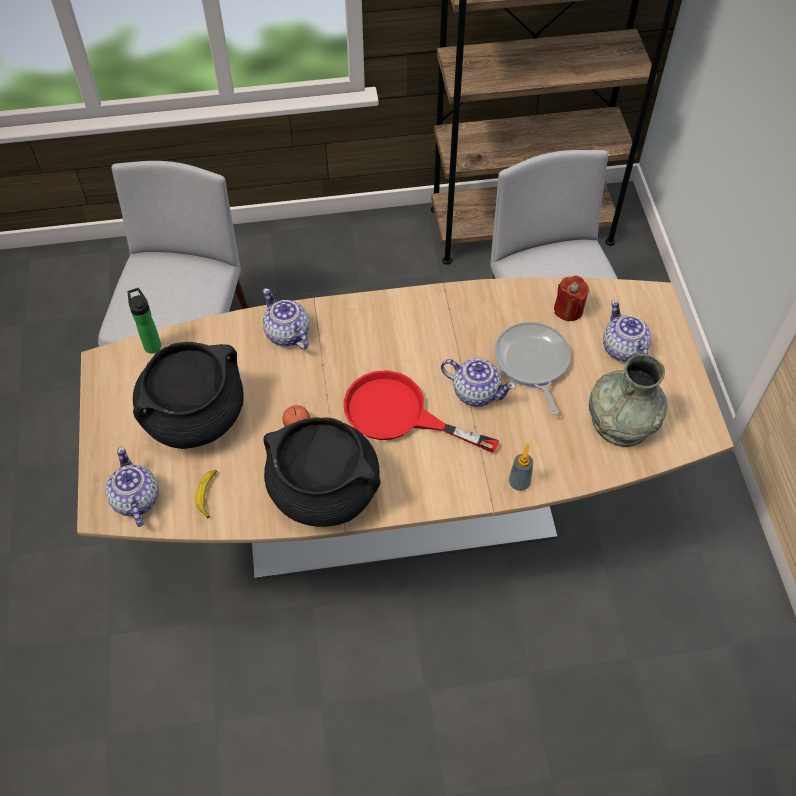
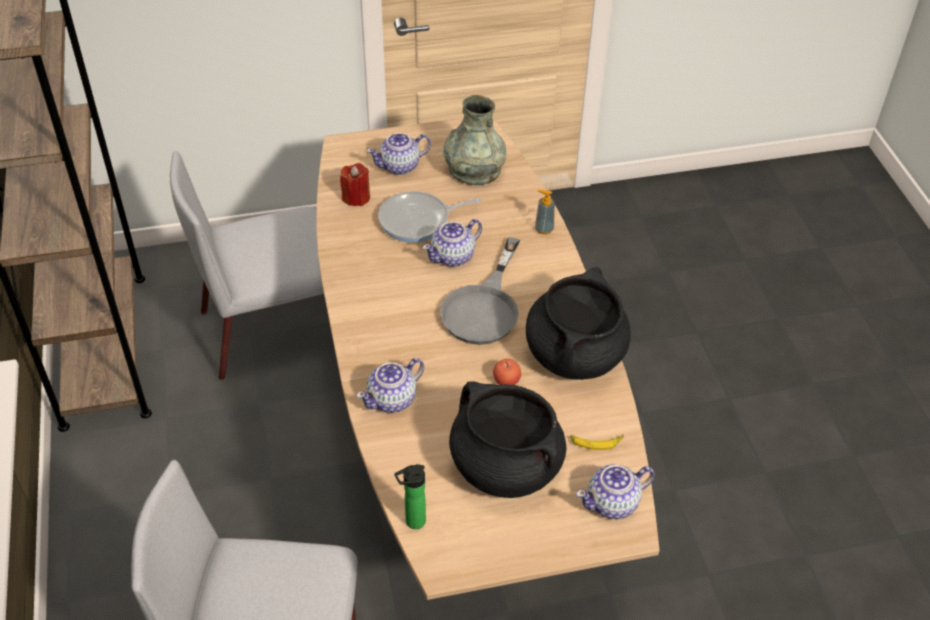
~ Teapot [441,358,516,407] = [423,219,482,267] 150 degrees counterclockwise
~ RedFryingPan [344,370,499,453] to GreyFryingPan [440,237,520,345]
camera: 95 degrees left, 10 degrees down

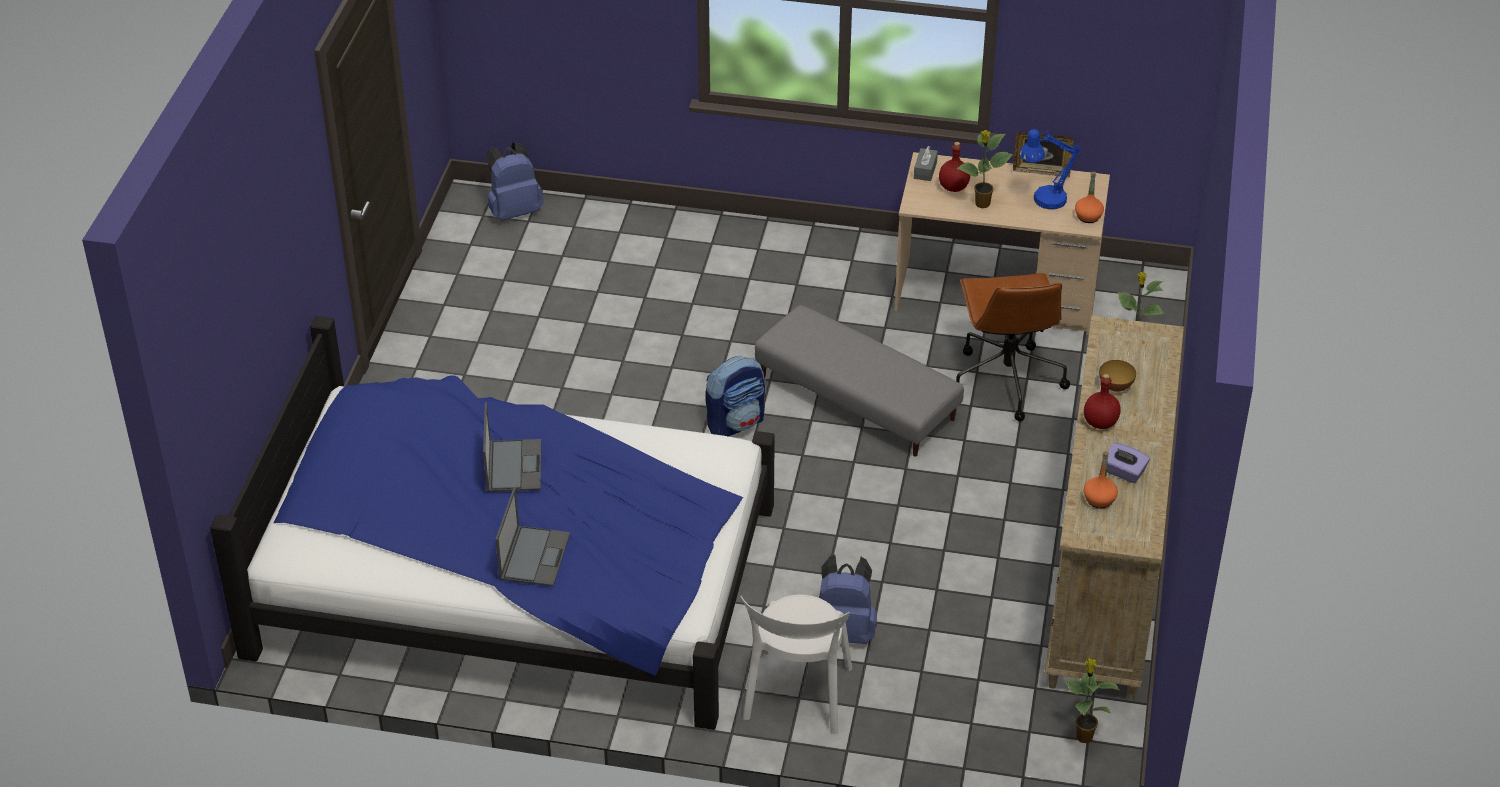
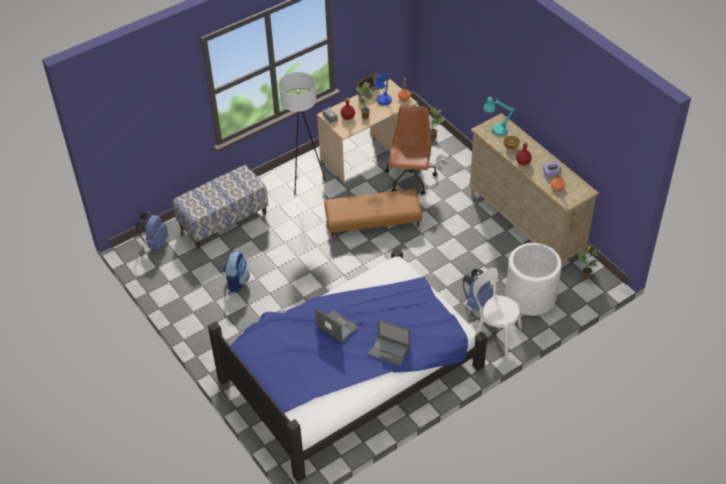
~ BrownOfficeChair [956,273,1070,421] = [385,105,437,195] 120 degrees counterclockwise
~ GreyOttoman [755,305,964,457] to BrownOttoman [324,189,422,238]
~ Backpack [705,356,765,437] to [223,251,250,293]
~ Laptop [495,487,570,586] = [368,319,410,365] 150 degrees clockwise
~ WhiteChair [740,595,852,735] = [474,268,522,358] 150 degrees clockwise
+ WhiteFloorLamp [279,72,326,194]
+ TurquoiseTableLamp [483,97,515,136]
+ Bench [173,165,269,249]
+ WhitePlanter [505,243,562,316]
camera: 45 degrees left, 5 degrees up

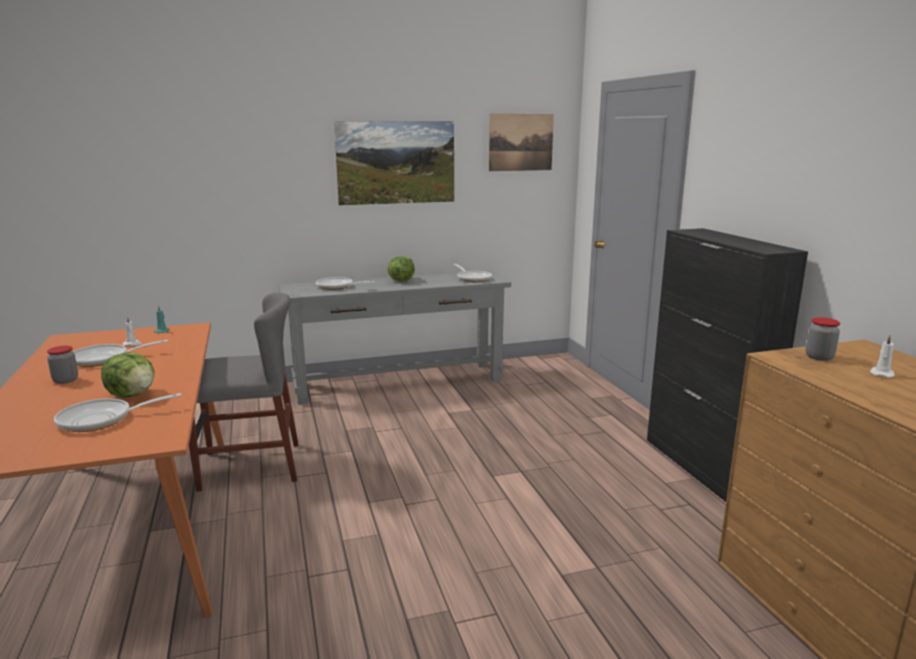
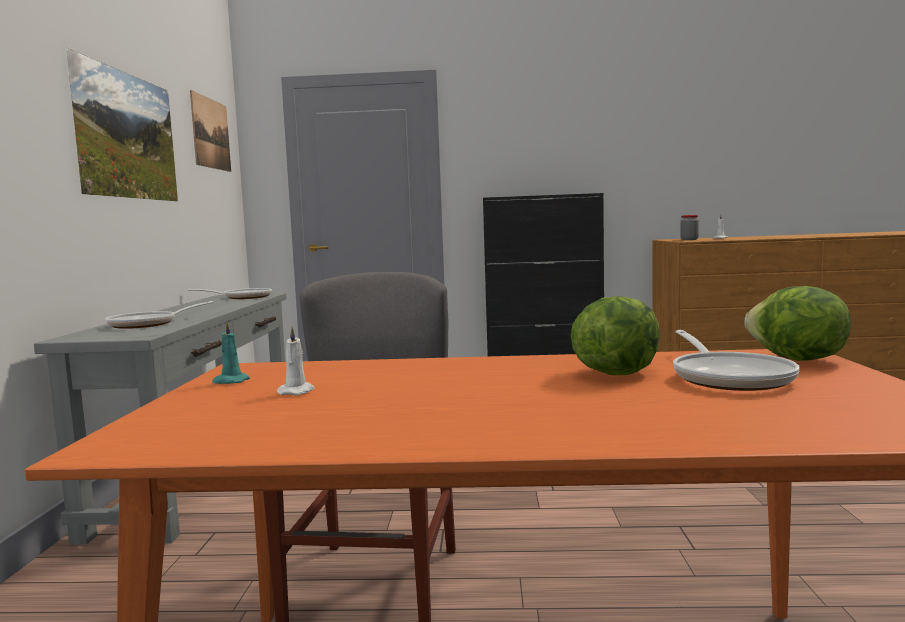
~ Lettuce [388,256,415,282] to [744,286,851,361]
- FryingPan [73,340,168,367]
- Jar [47,346,78,384]
camera: 70 degrees left, 10 degrees down

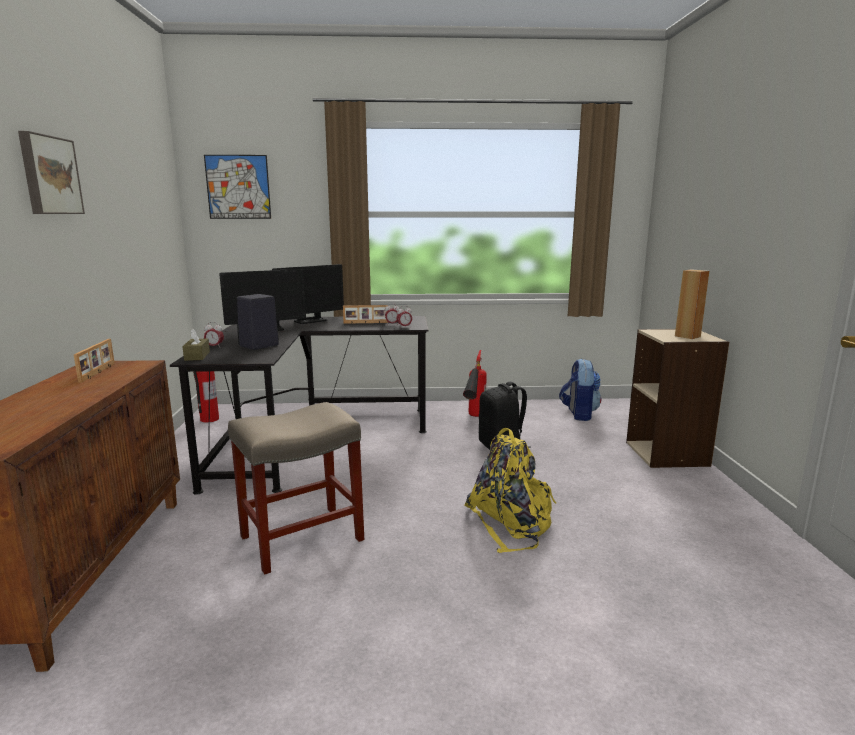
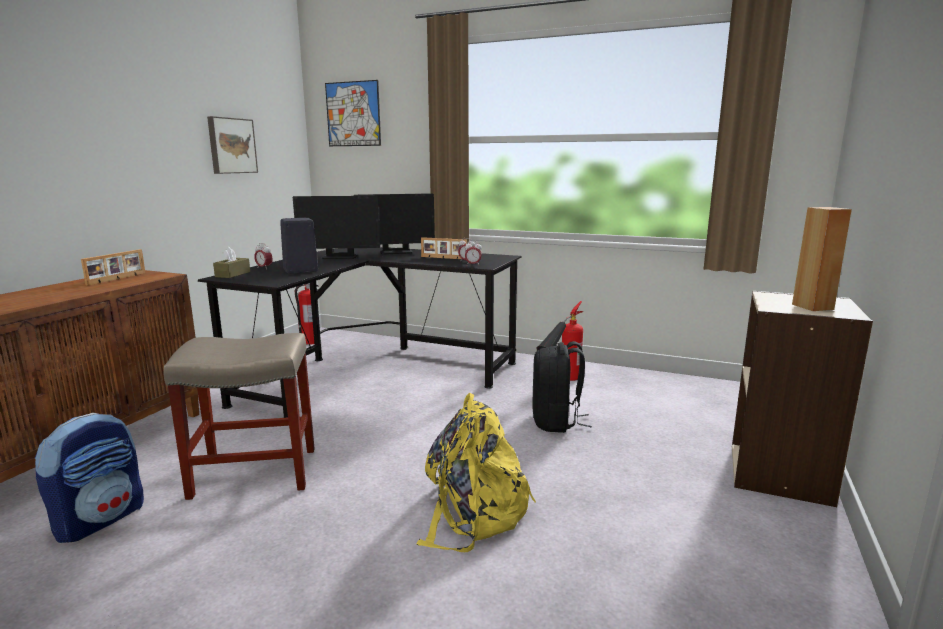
~ Picture [18,131,85,214] to [207,116,258,174]
~ Backpack [559,358,601,421] to [35,413,144,543]
camera: 25 degrees right, 0 degrees up

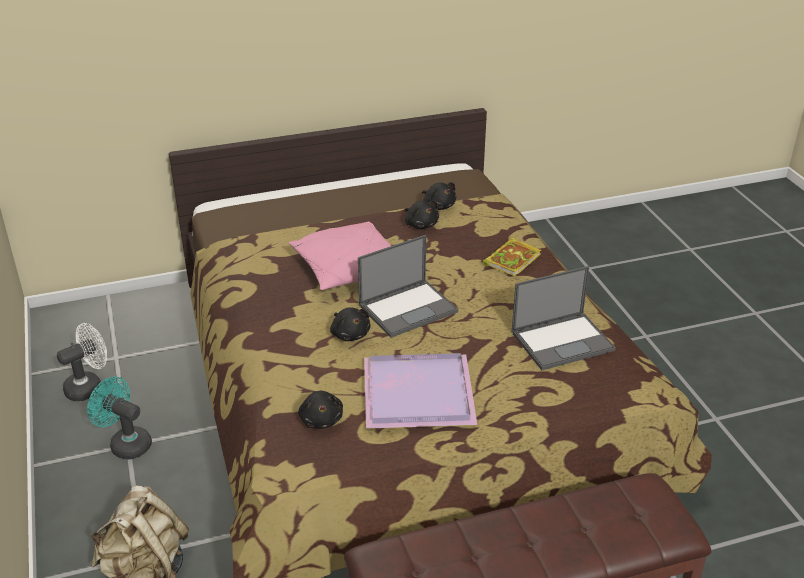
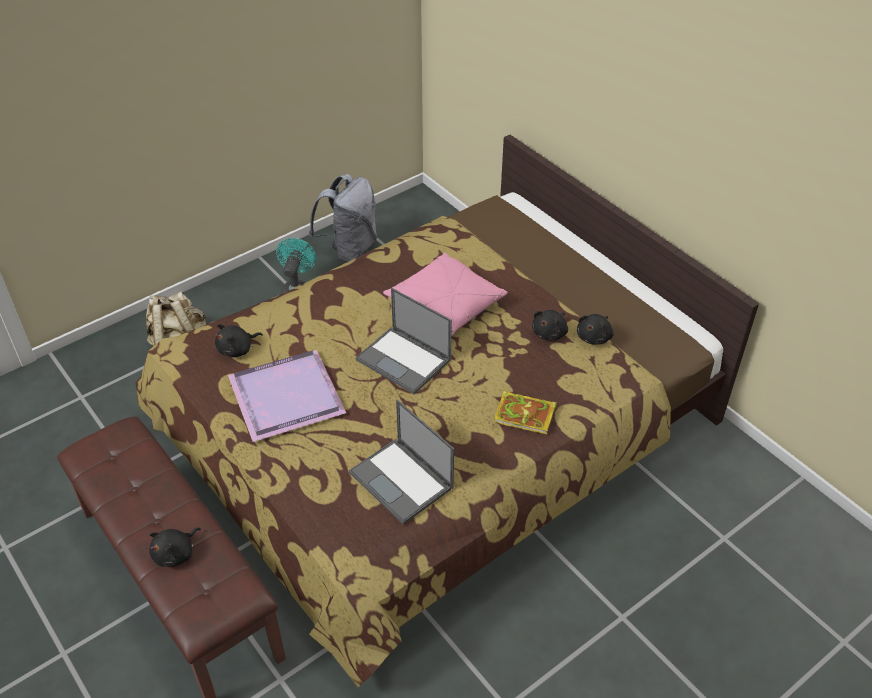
~ BlackPlushToy [330,307,371,341] to [149,527,201,567]
~ WhiteFan [57,323,107,401] to GreyBackpack [309,174,377,263]
camera: 70 degrees right, 10 degrees up

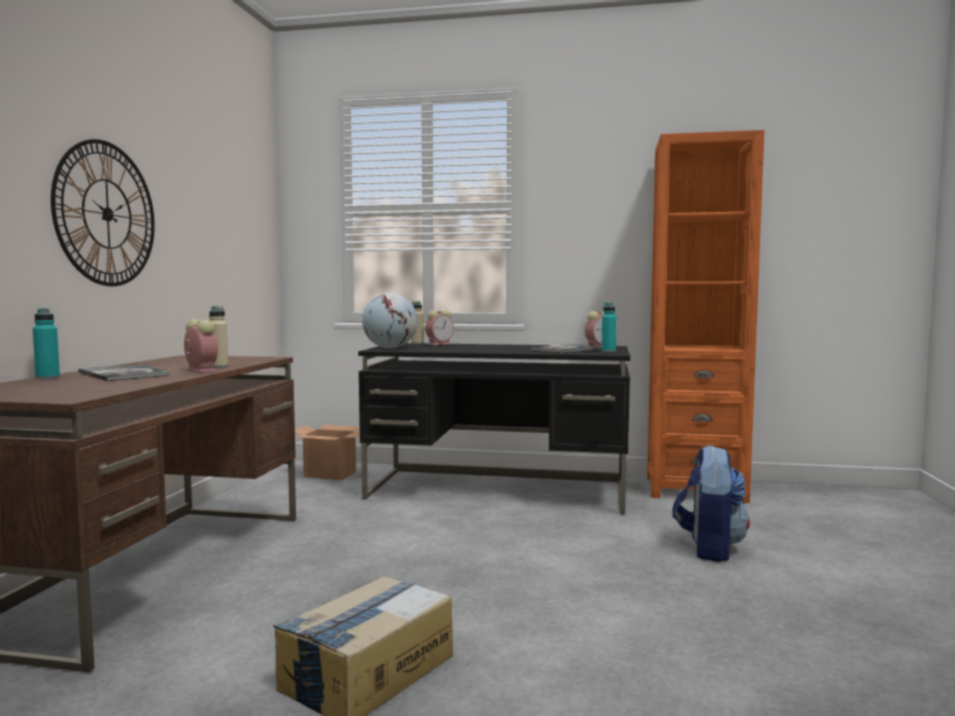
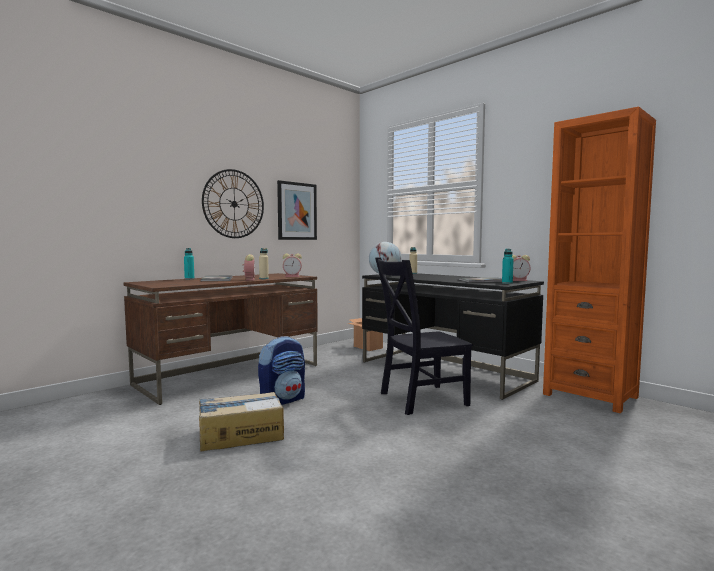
~ AlarmClock [425,310,454,345] to [283,253,302,277]
~ Backpack [672,445,750,562] to [258,336,305,405]
+ Picture [277,180,317,240]
+ BlackChair [375,258,473,415]
camera: 35 degrees right, 0 degrees up

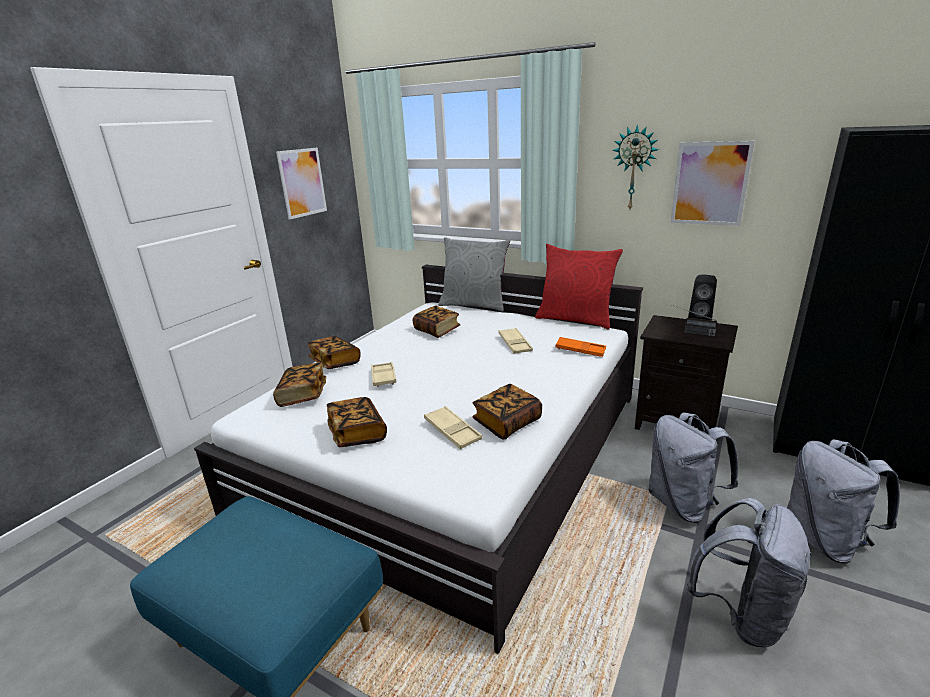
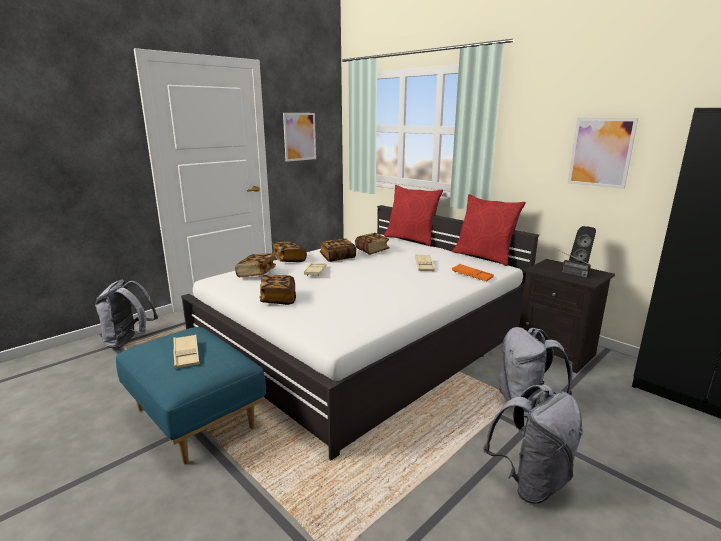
- WallClock [612,125,659,209]
~ GreyPillow [438,237,510,312] to RedPillow [384,185,443,246]
~ Book [472,384,542,439] to [319,239,356,262]
~ BeigeTray [424,406,482,449] to [174,334,200,369]
~ GreyBackpack [787,439,900,564] to [95,280,158,349]
camera: 15 degrees right, 5 degrees down

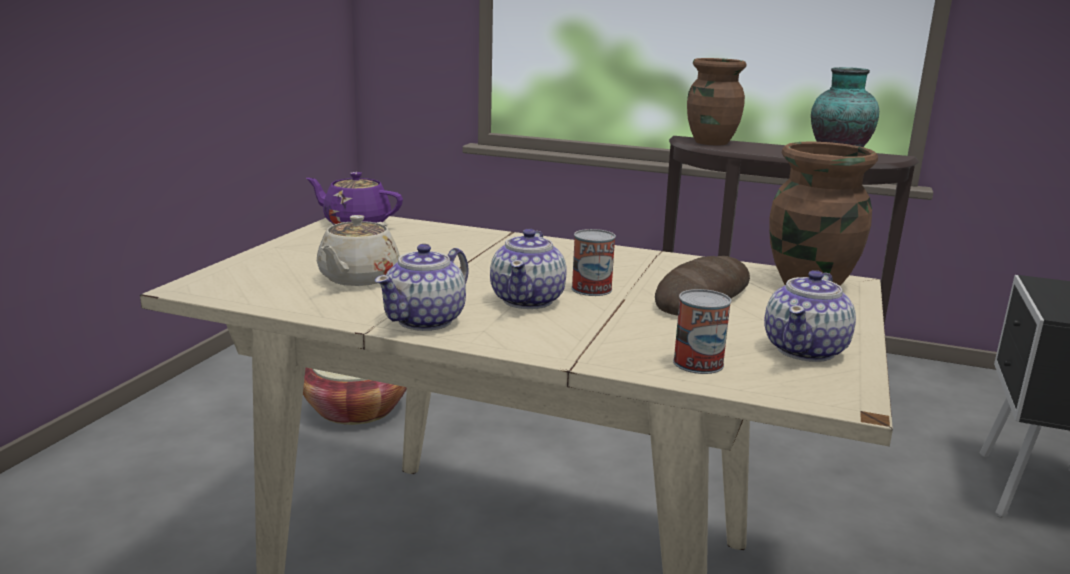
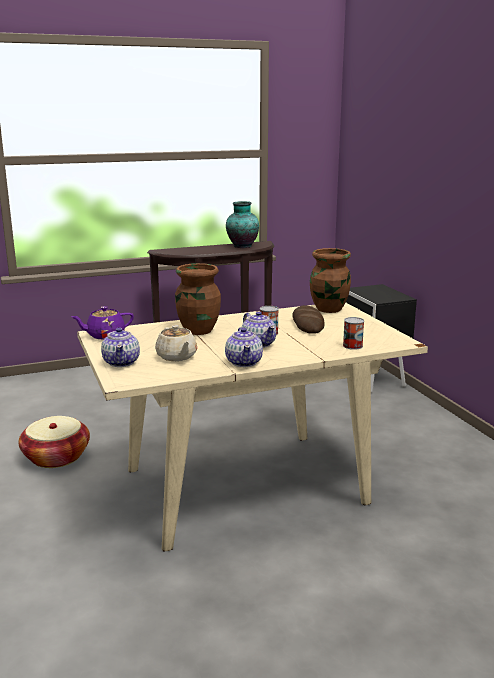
~ BrownVase [687,58,746,145] to [175,263,221,335]
~ Teapot [764,270,856,362] to [101,327,140,367]
camera: 40 degrees left, 0 degrees up

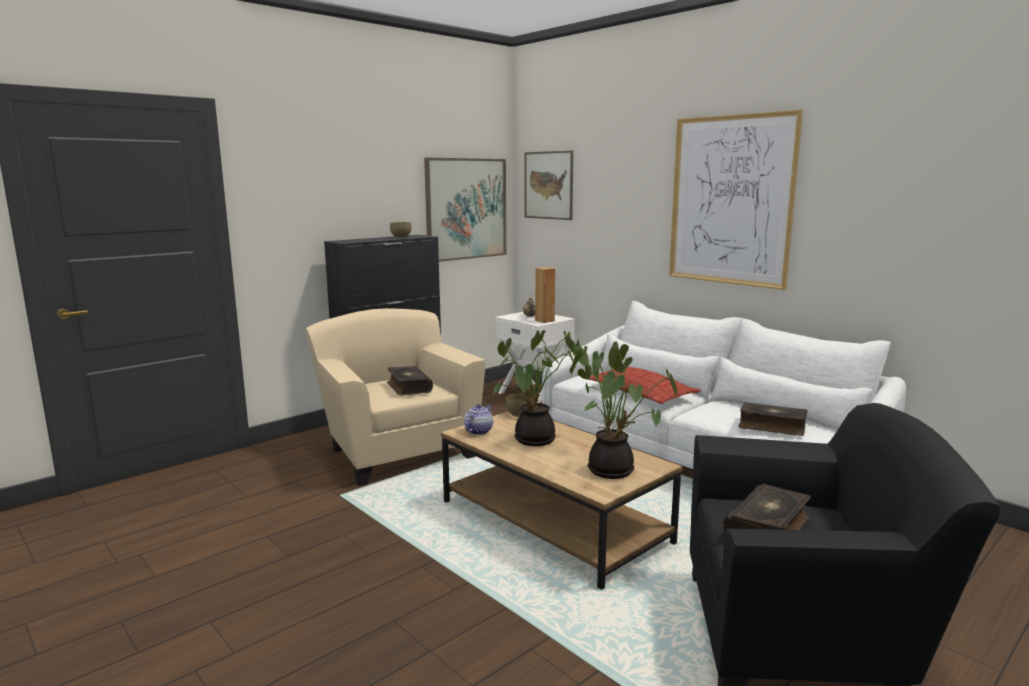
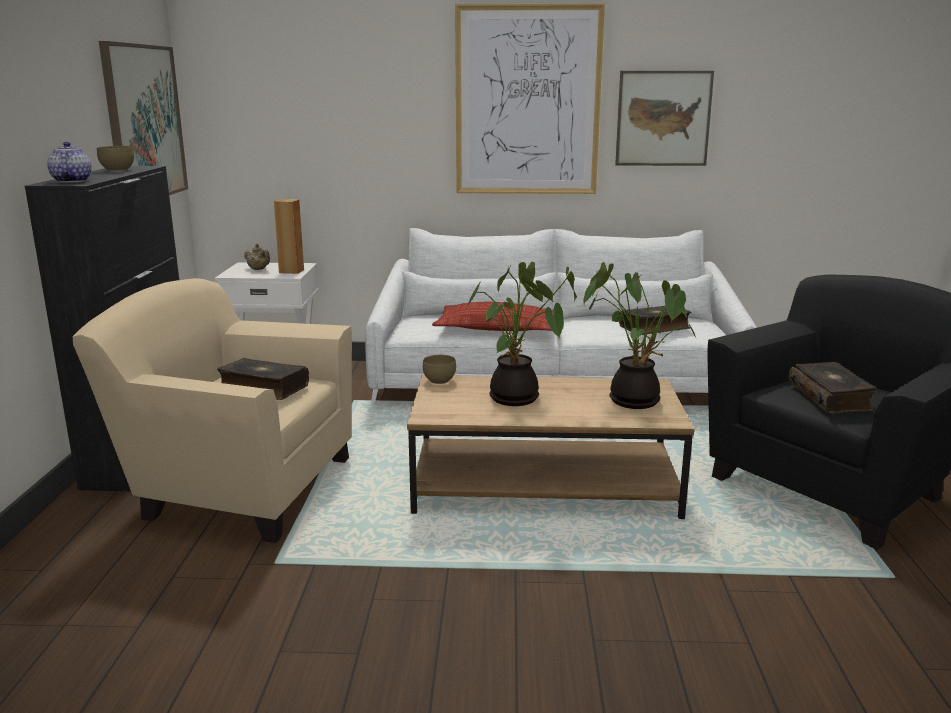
~ Picture [525,151,573,220] to [615,71,714,166]
~ Teapot [464,404,493,435] to [47,142,91,183]
camera: 45 degrees left, 5 degrees up

